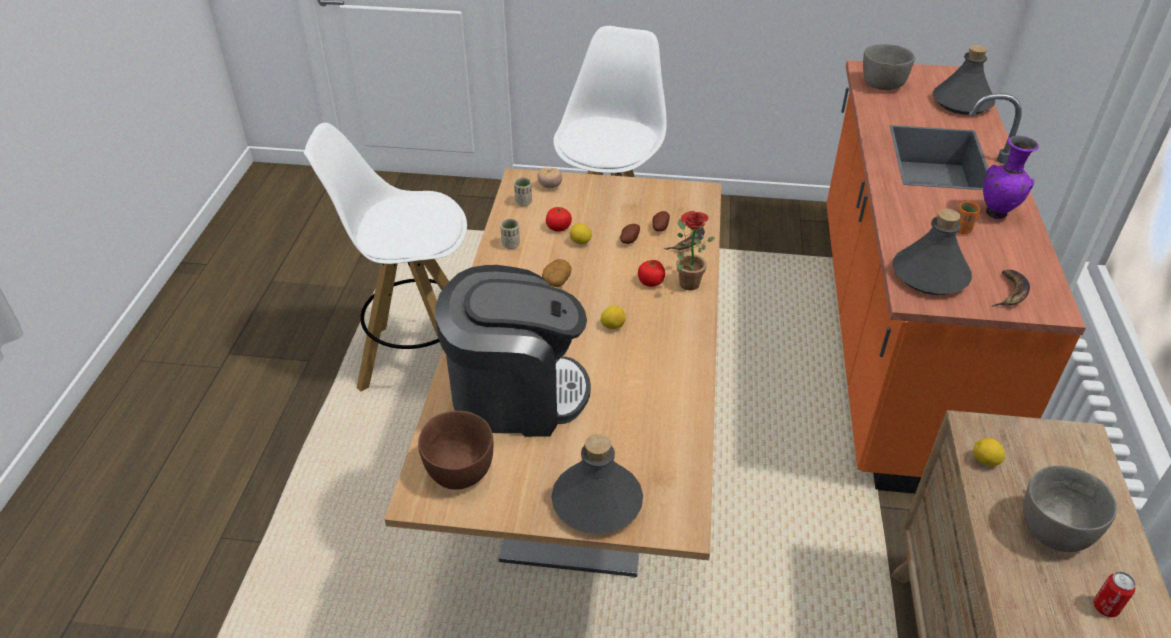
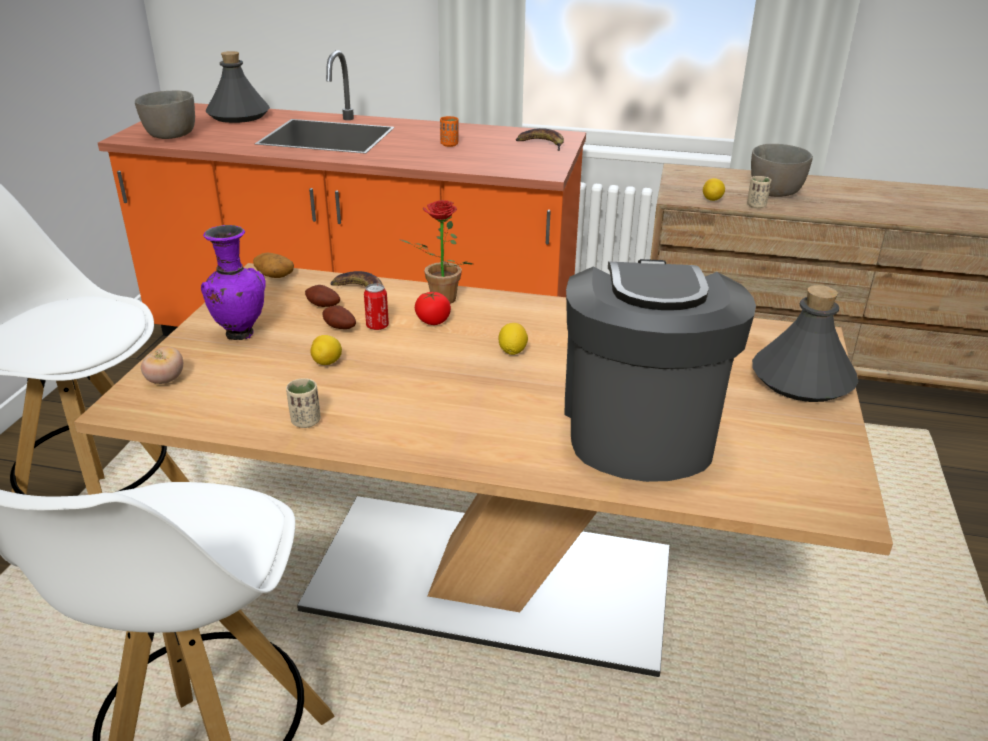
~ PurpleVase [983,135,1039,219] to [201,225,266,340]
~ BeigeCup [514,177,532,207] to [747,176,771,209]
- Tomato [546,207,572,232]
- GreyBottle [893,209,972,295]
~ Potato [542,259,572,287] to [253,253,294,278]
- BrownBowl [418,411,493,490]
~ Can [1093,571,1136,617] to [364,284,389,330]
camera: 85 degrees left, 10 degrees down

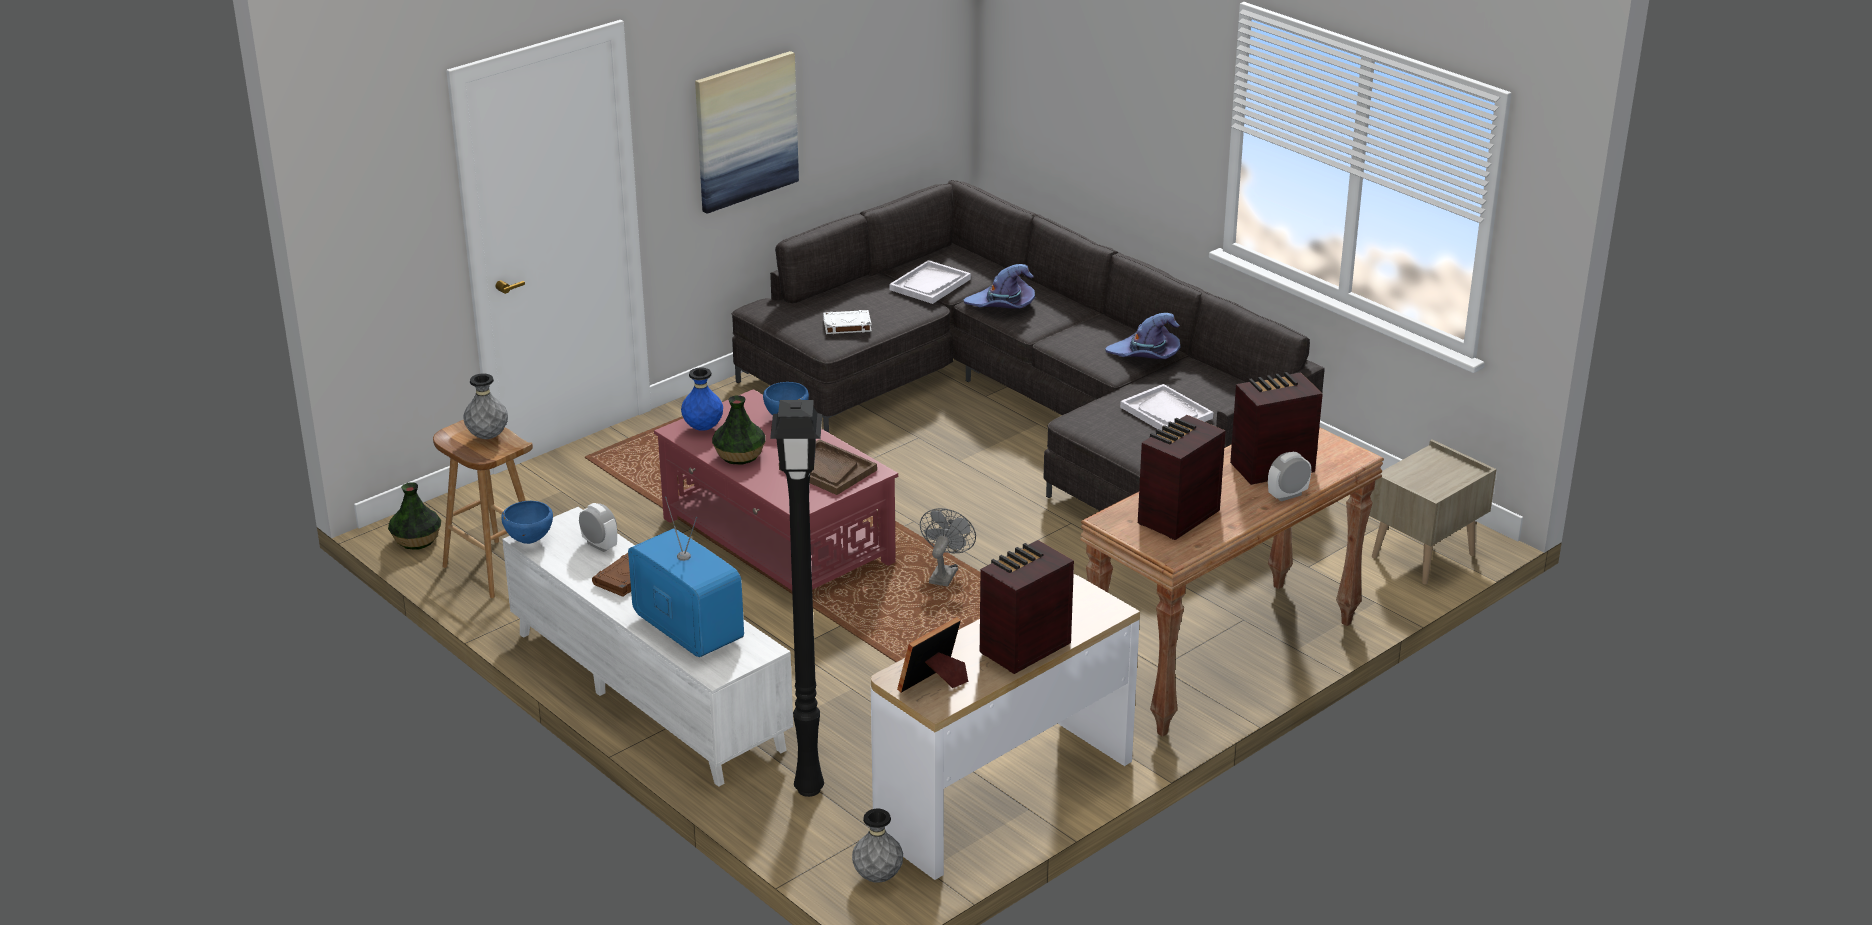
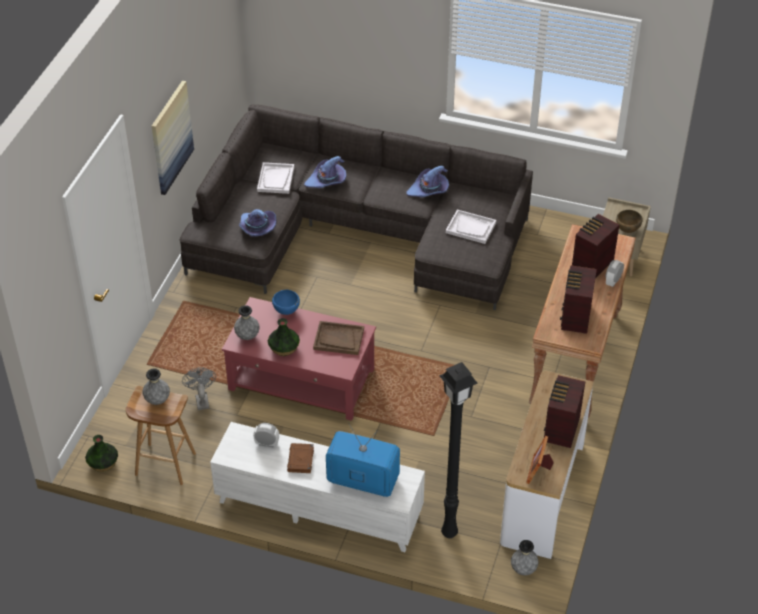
~ WhiteBook [823,310,872,334] to PurpleHat [239,209,277,236]
~ BlueVase [681,368,723,431] to GreyVase [234,305,260,340]
- BlueBowl [501,501,553,544]
~ GreyFan [920,508,976,587] to [182,368,216,410]
+ BrownBowl [616,210,643,233]
camera: 30 degrees left, 15 degrees up

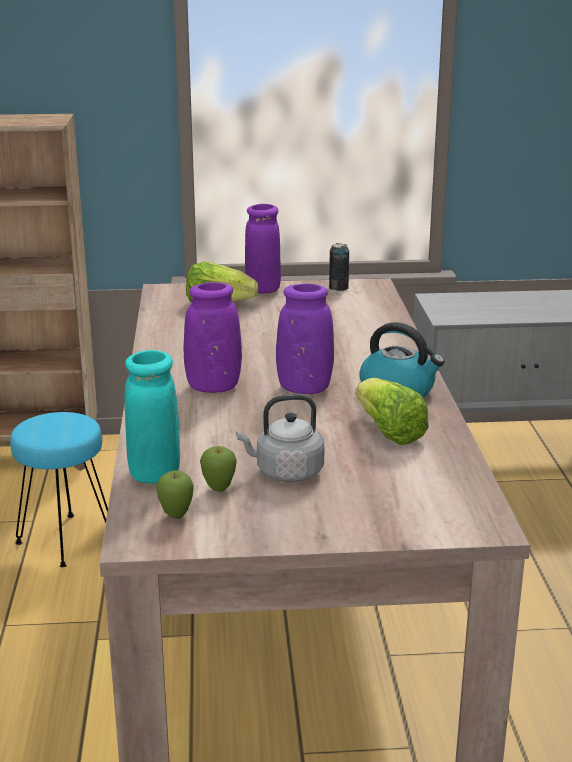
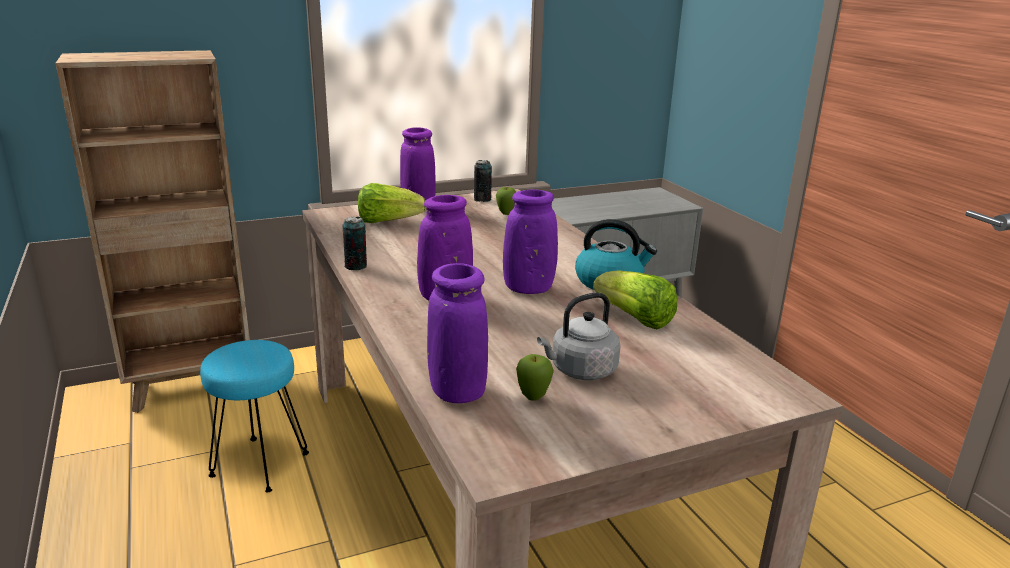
~ TurquoiseVase [124,350,180,484] to PurpleVase [427,263,488,403]
~ Apple [156,470,194,519] to [496,187,516,215]
+ Can [342,217,367,270]
camera: 20 degrees left, 0 degrees up

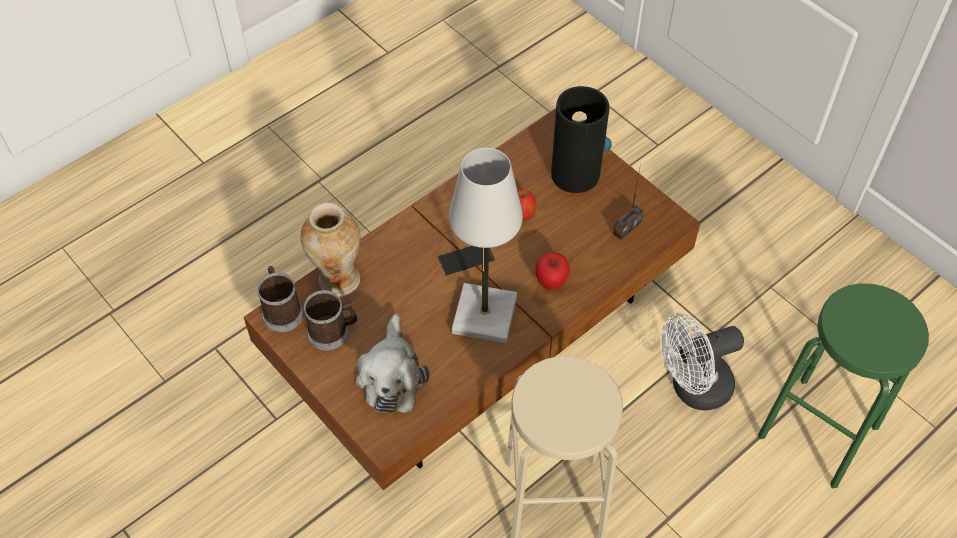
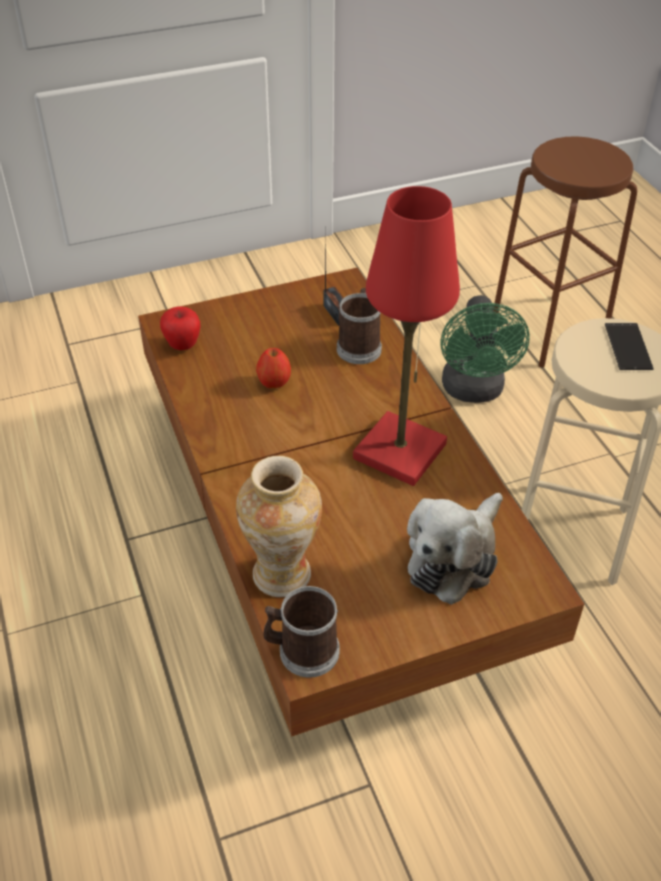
- Vase [551,86,612,193]
~ WhiteTableLamp [449,148,523,343] to RedTableLamp [353,186,460,486]
~ Phone [438,246,495,276] to [605,323,654,370]
~ Apple [535,252,570,290] to [160,307,200,350]
~ GreenStool [758,283,929,488] to BrownStool [493,136,637,367]
~ Mug [303,290,357,351] to [337,288,382,364]
~ WhiteFan [662,313,744,411] to GreenFan [440,295,530,403]
~ PlushToy [356,314,430,413] = [407,493,503,605] 105 degrees clockwise
camera: 70 degrees left, 10 degrees down

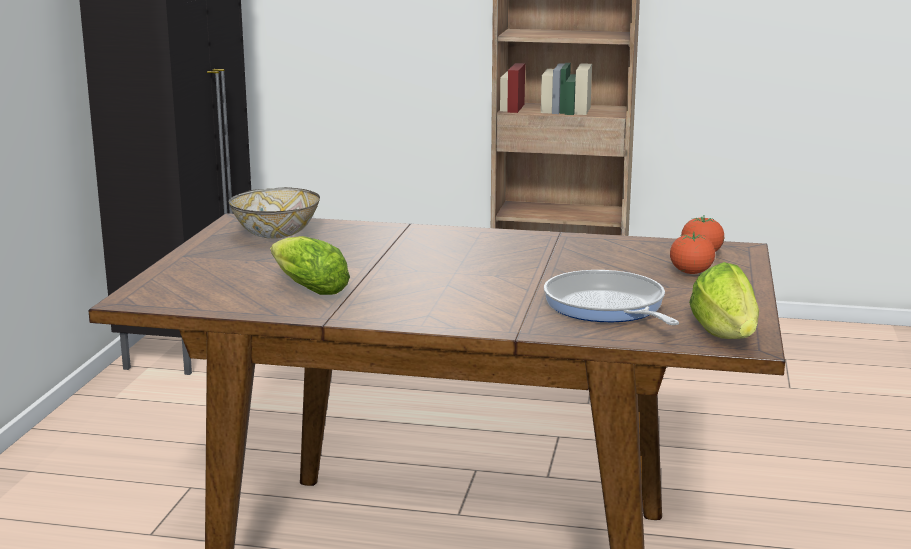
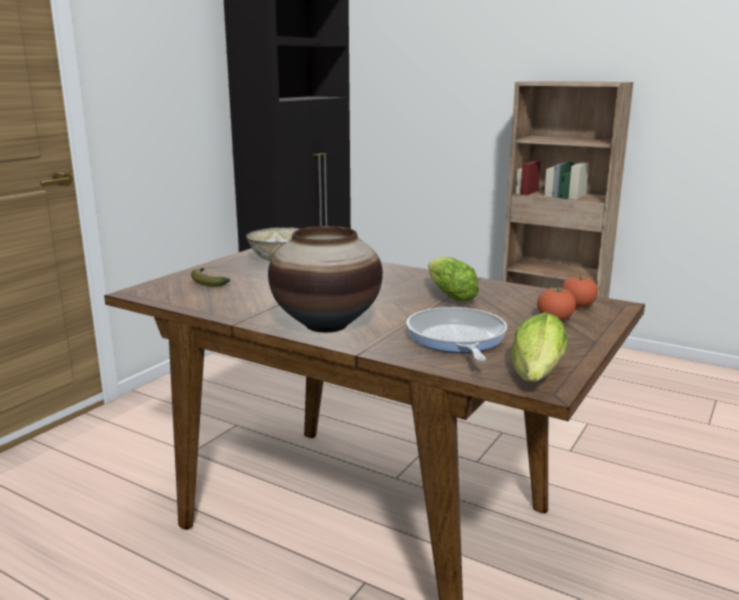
~ Lettuce [270,236,350,295] to [428,257,479,302]
+ Vase [268,226,383,333]
+ Banana [191,268,230,286]
camera: 20 degrees right, 0 degrees up

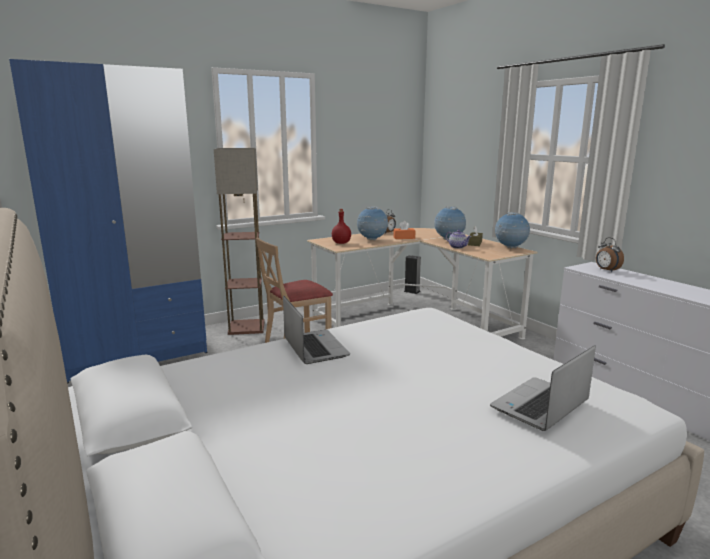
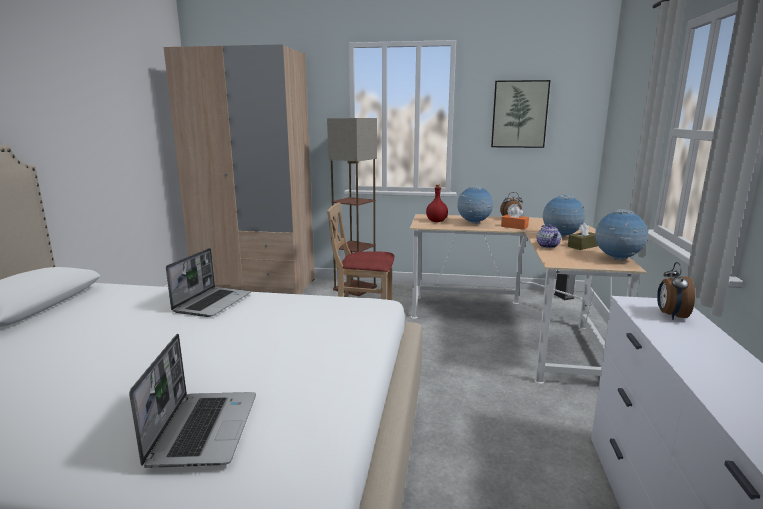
~ BlueWardrobe [9,59,208,384] to BeigeWardrobe [163,44,314,294]
~ Laptop [490,345,596,431] = [129,334,256,468] 90 degrees clockwise
+ Picture [491,80,550,148]
camera: 40 degrees right, 0 degrees up

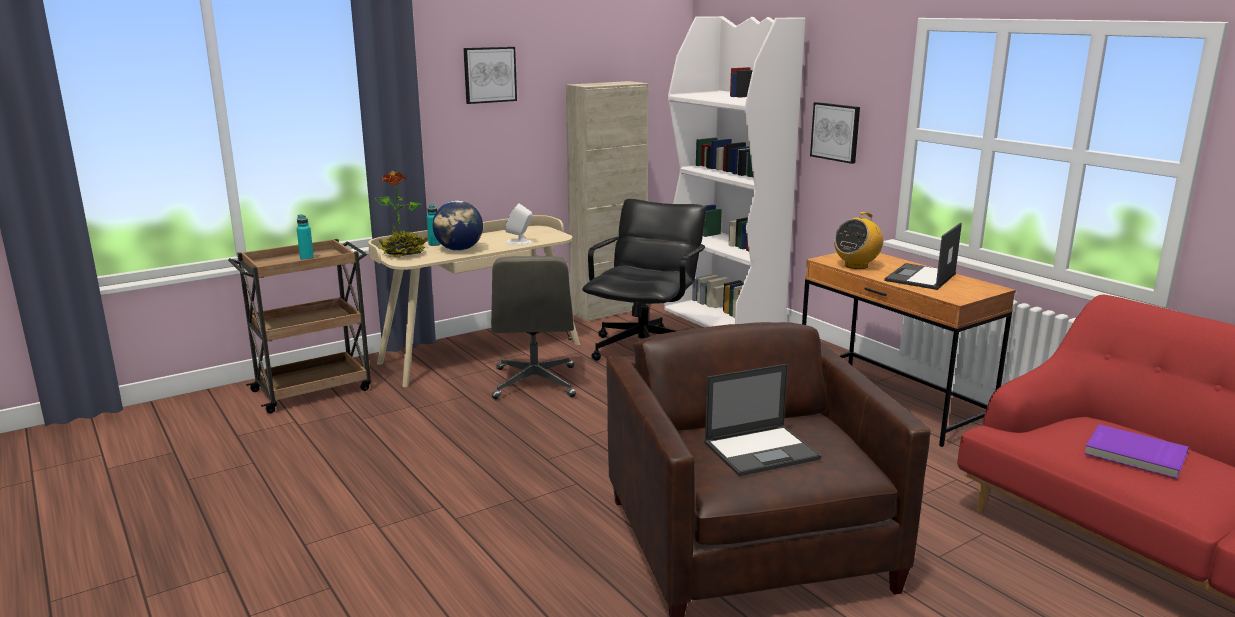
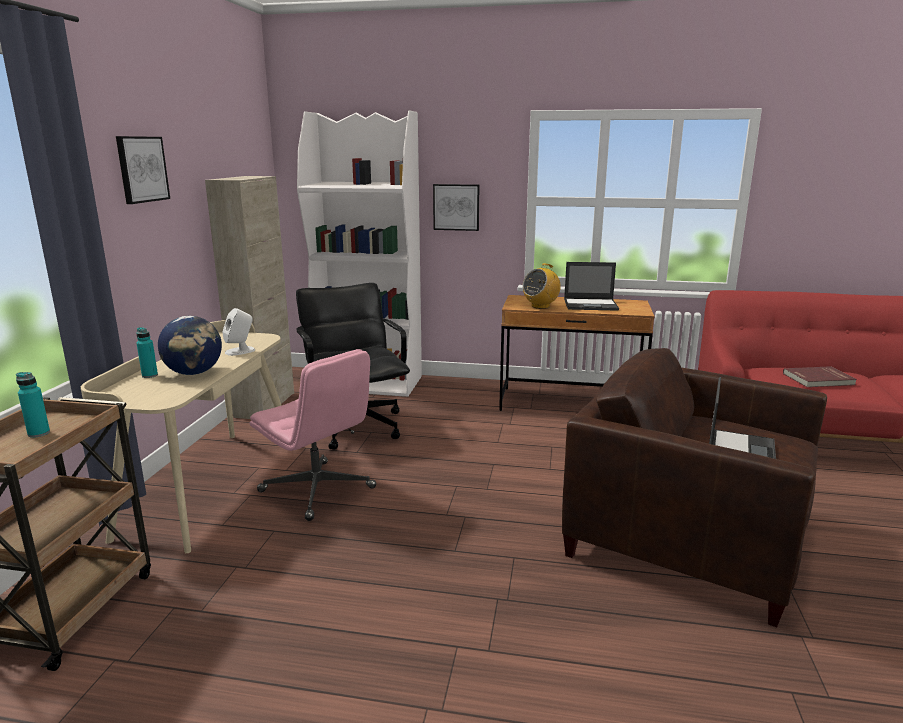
- PottedPlant [374,171,428,258]
~ Radio [834,212,883,269] = [523,263,561,309] 45 degrees clockwise
~ Laptop [885,222,962,290] = [564,262,619,310] 75 degrees counterclockwise
~ GreyOfficeChair [491,256,576,399] to PinkOfficeChair [250,349,377,521]
~ PurpleBook [1084,424,1189,479] to RedBook [783,366,857,387]
camera: 45 degrees left, 0 degrees up

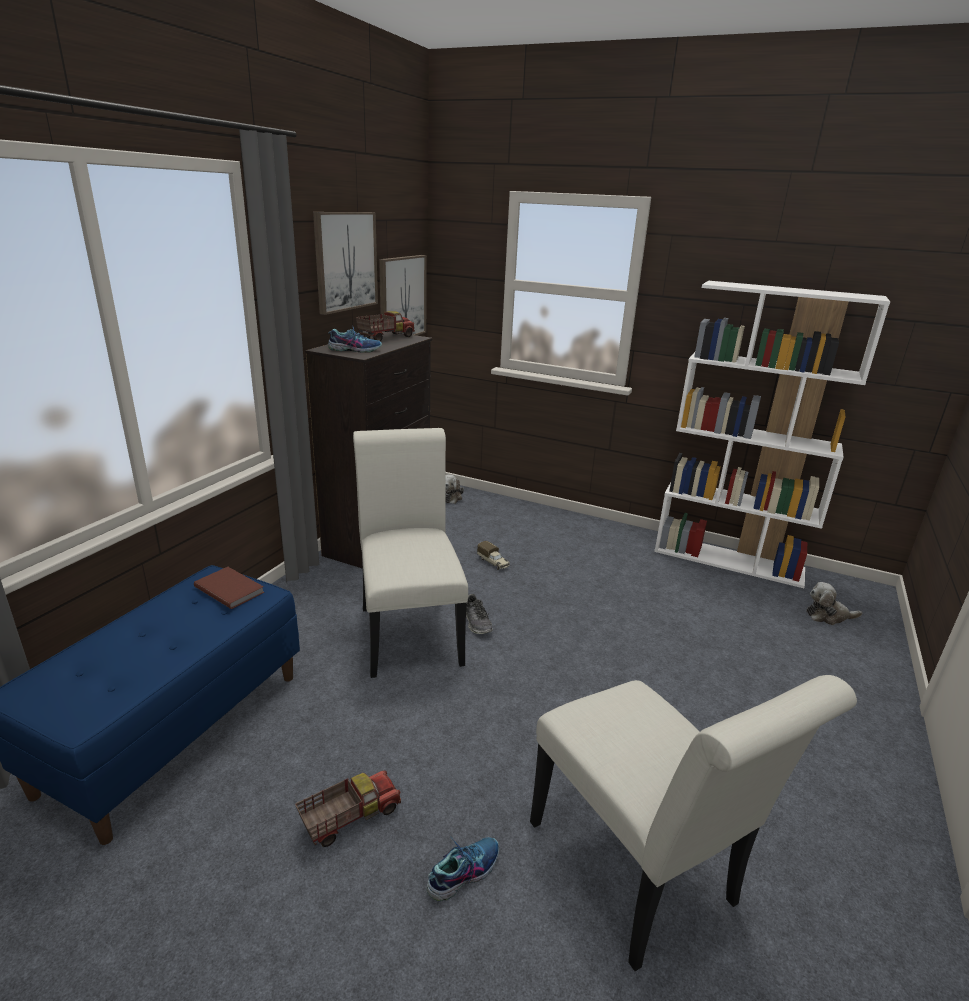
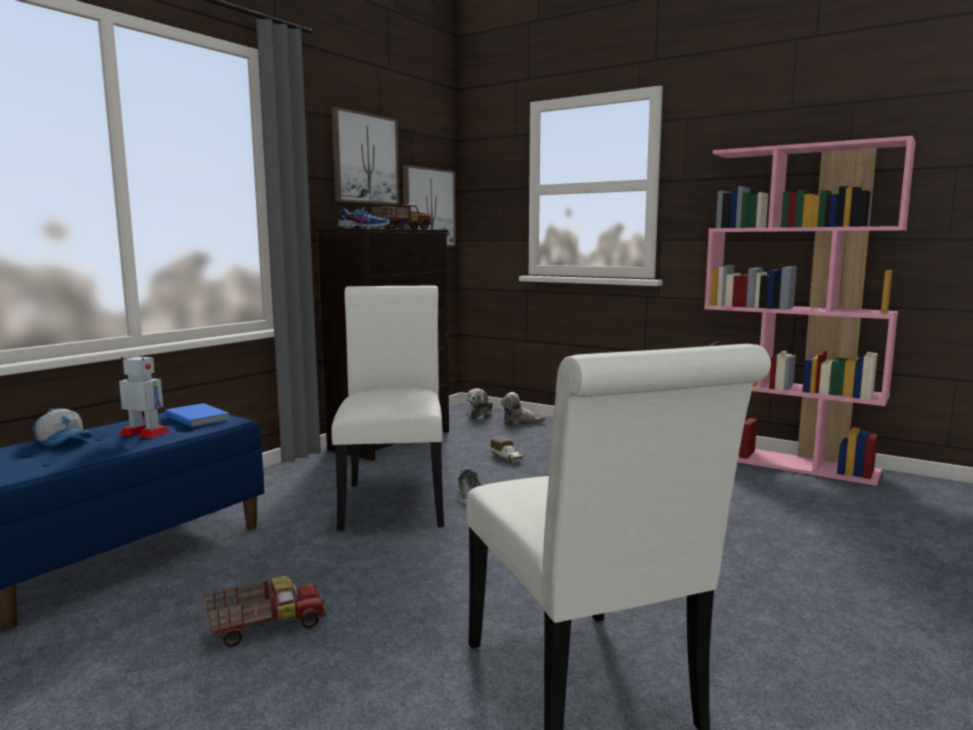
~ WhiteBookcase [654,281,891,588] to PinkBookcase [704,136,916,486]
~ BrownBook [194,567,264,609] to BlueBook [165,403,230,427]
~ PlushToy [806,582,862,625] to [501,392,546,425]
- Shoe [427,837,499,901]
+ ToyRobot [119,356,170,438]
+ Cap [33,409,93,447]
camera: 10 degrees right, 15 degrees down

